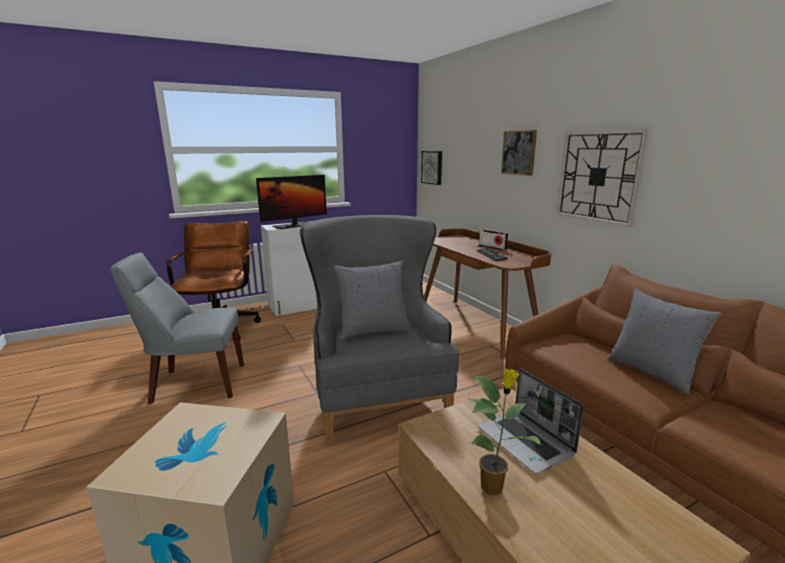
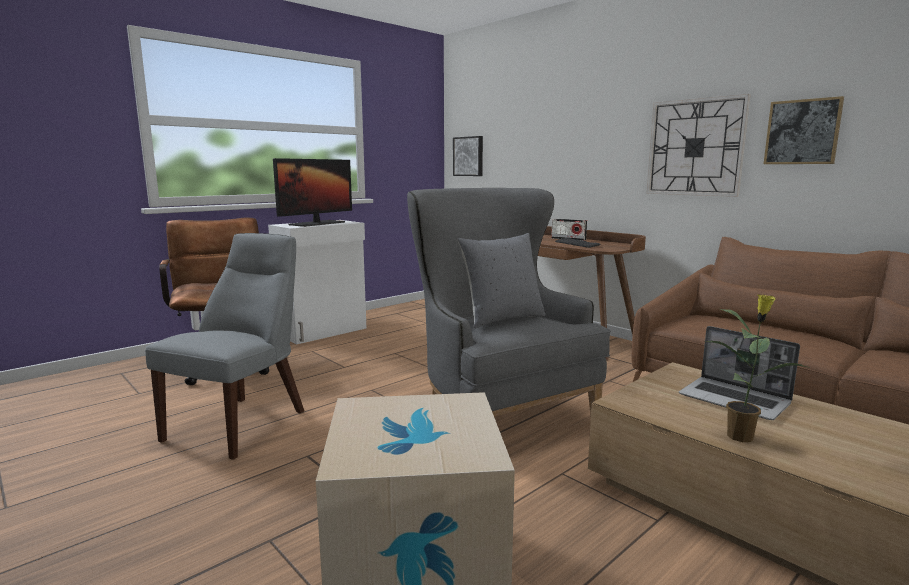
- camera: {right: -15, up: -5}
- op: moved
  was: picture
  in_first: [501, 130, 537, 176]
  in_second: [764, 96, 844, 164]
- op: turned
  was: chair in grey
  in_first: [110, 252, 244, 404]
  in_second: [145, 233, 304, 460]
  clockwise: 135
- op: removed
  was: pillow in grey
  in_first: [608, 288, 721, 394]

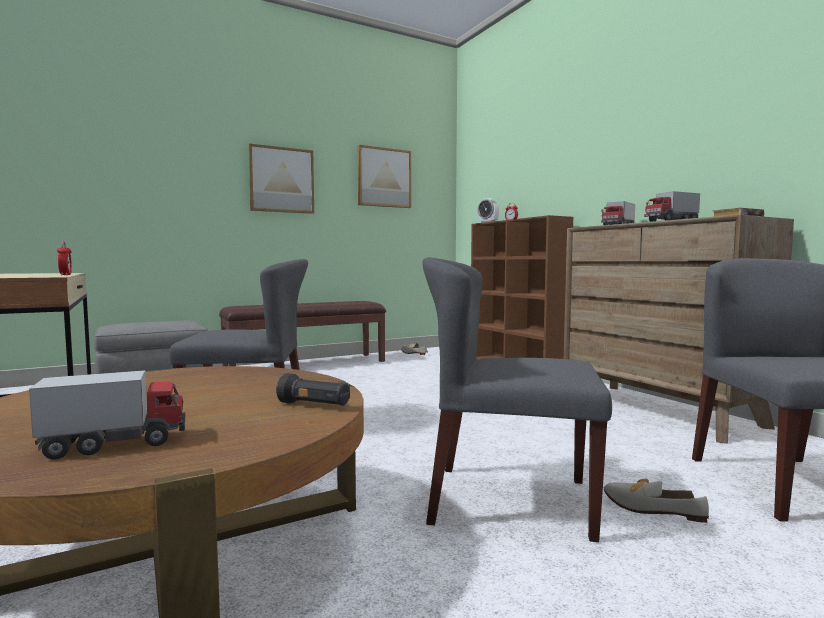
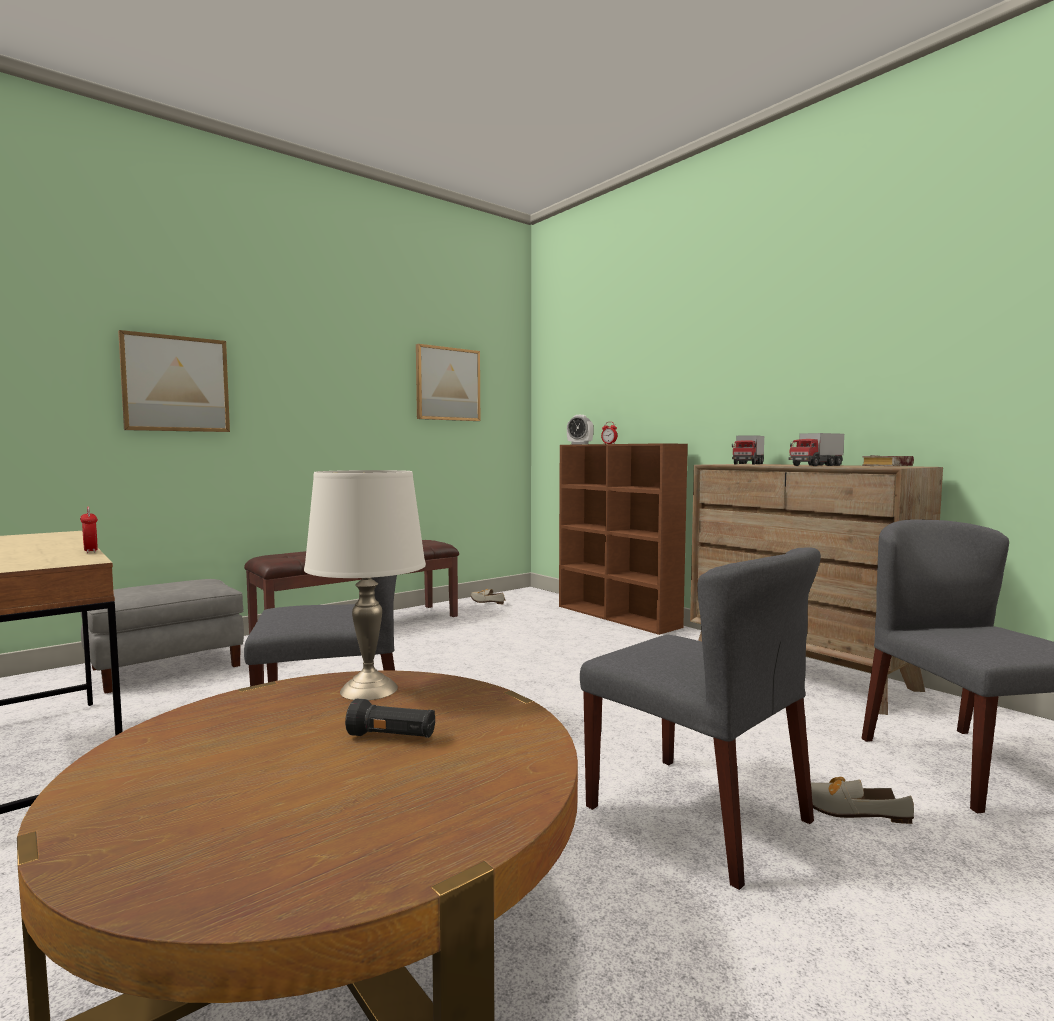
- camera: {right: -10, up: 0}
- op: moved
  was: picture
  in_first: [248, 143, 314, 214]
  in_second: [118, 330, 230, 432]
- op: turned
  was: chair in grey
  in_first: [422, 257, 612, 542]
  in_second: [580, 547, 821, 890]
  clockwise: -135
- op: removed
  was: toy truck
  in_first: [29, 370, 185, 460]
- op: moved
  was: flashlight in black
  in_first: [276, 373, 350, 406]
  in_second: [345, 698, 435, 738]
- op: added
  now: table lamp in white
  in_second: [304, 470, 426, 700]

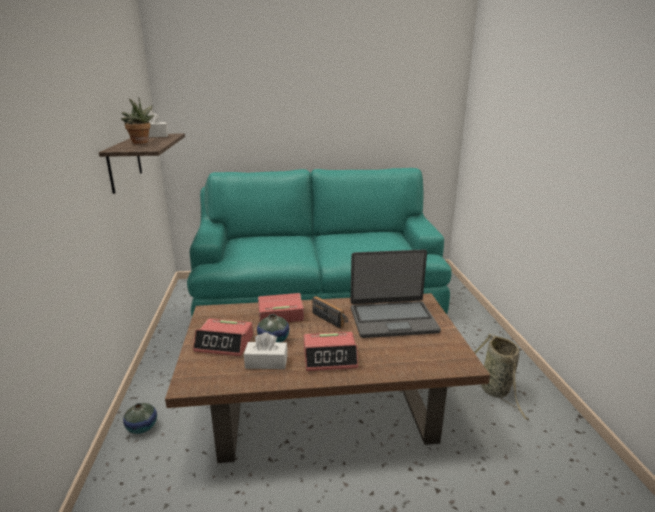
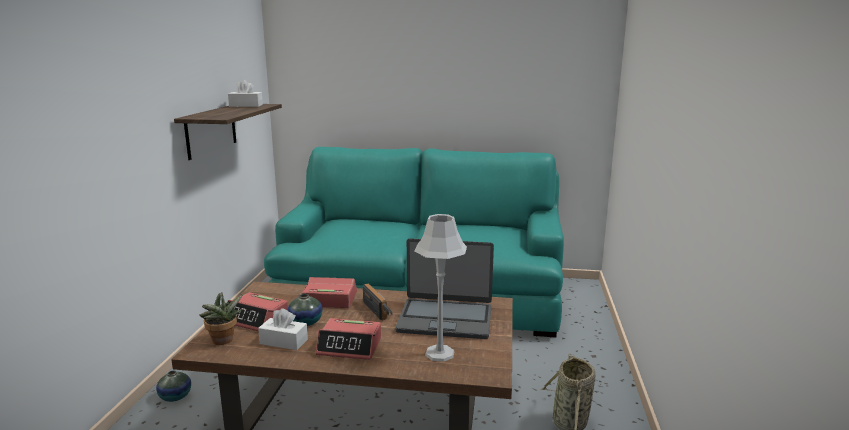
- camera: {right: 15, up: -5}
- op: moved
  was: potted plant
  in_first: [121, 98, 155, 144]
  in_second: [199, 292, 243, 345]
- op: added
  now: table lamp in grey
  in_second: [414, 214, 467, 362]

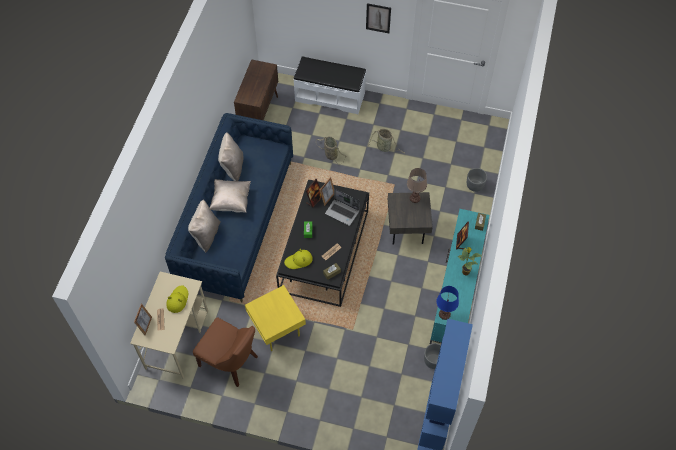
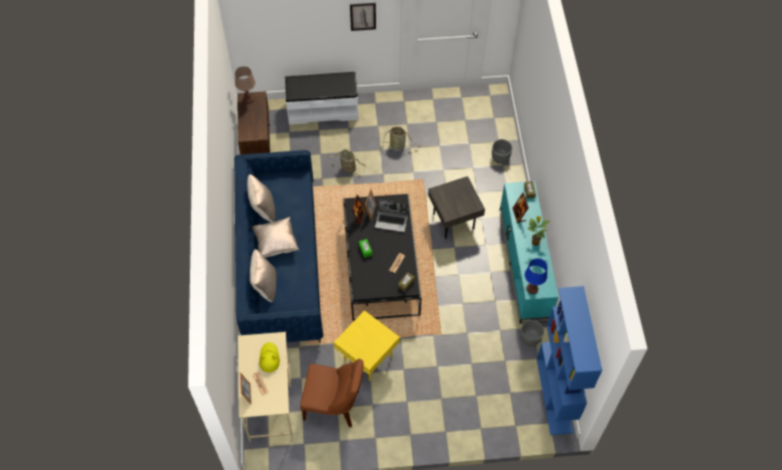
- camera: {right: -20, up: 0}
- op: moved
  was: table lamp in brown
  in_first: [407, 168, 427, 203]
  in_second: [235, 66, 255, 104]
- op: removed
  was: hat in yellow
  in_first: [284, 249, 313, 269]

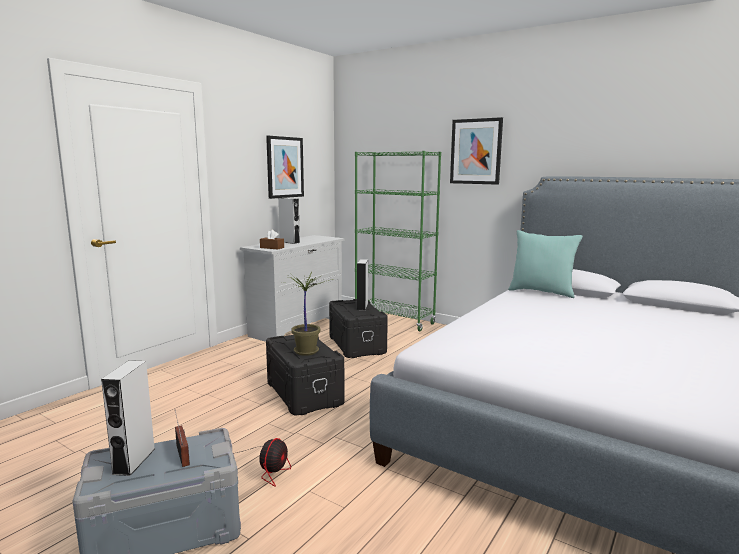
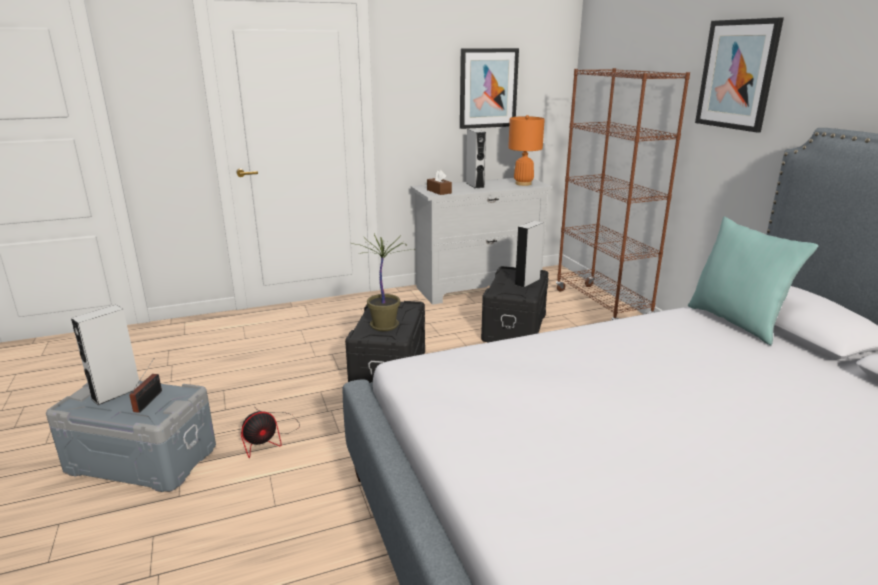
- camera: {right: 35, up: 10}
- op: recoloured
  was: bookcase in green
  now: bookcase in brown
  in_first: [355, 151, 441, 331]
  in_second: [556, 68, 690, 320]
- op: added
  now: table lamp in orange
  in_second: [508, 115, 545, 186]

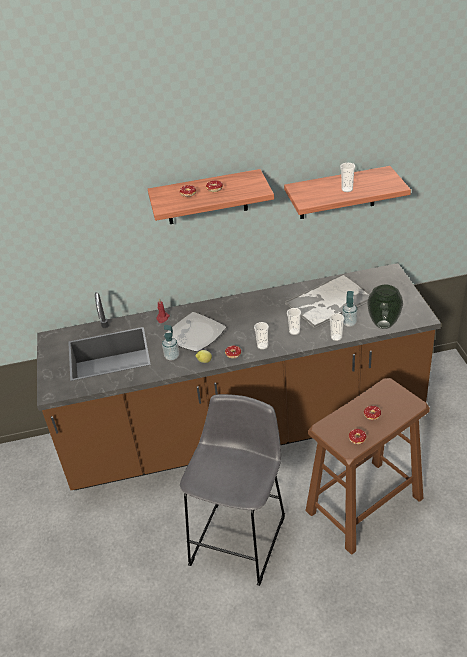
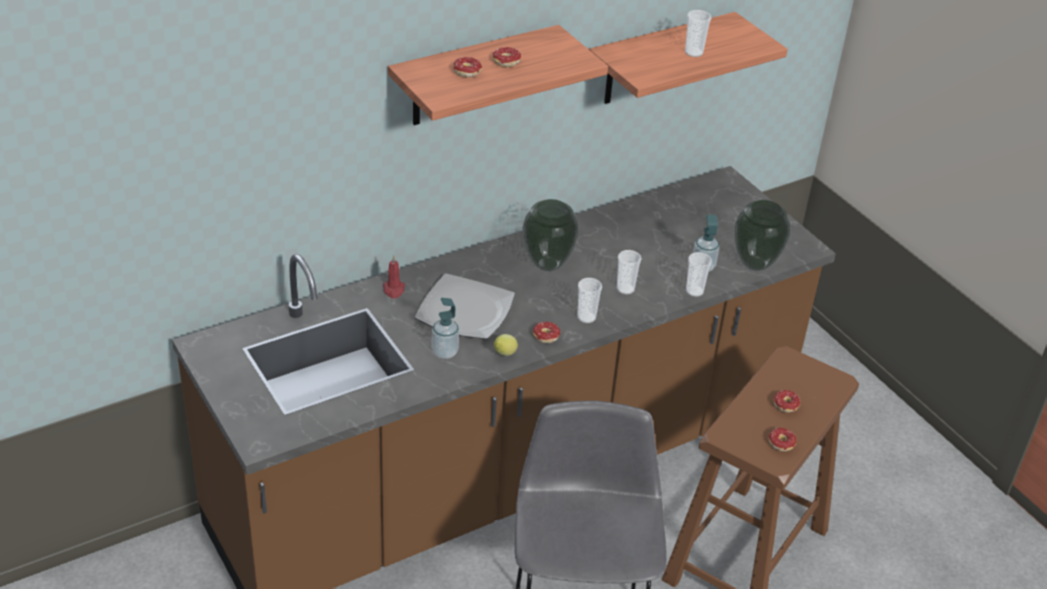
- camera: {right: -25, up: 0}
- op: removed
  was: tray
  in_first: [285, 274, 370, 329]
- op: added
  now: vase
  in_second: [523, 199, 579, 271]

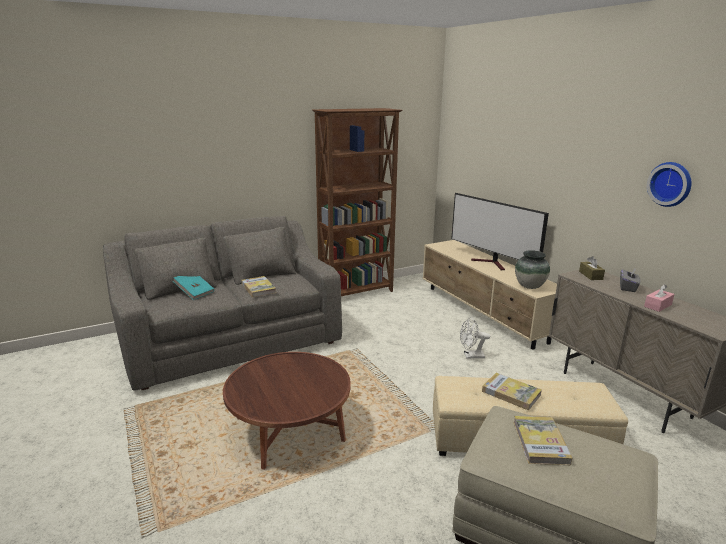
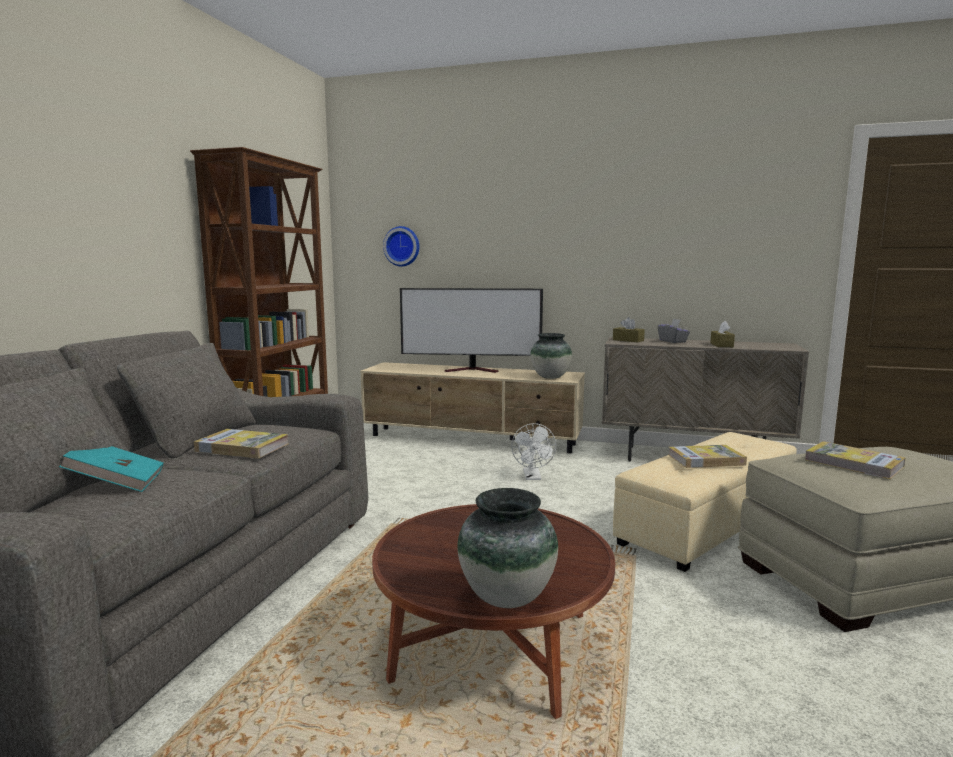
- camera: {right: -45, up: -10}
- op: moved
  was: wall clock
  in_first: [647, 162, 692, 207]
  in_second: [383, 226, 419, 266]
- op: recoloured
  was: tissue box in pink
  now: tissue box in brown
  in_first: [644, 284, 674, 312]
  in_second: [710, 321, 735, 347]
- op: turned
  was: fan in white
  in_first: [460, 317, 490, 358]
  in_second: [511, 423, 556, 480]
  clockwise: -45
- op: added
  now: vase
  in_second: [457, 488, 558, 608]

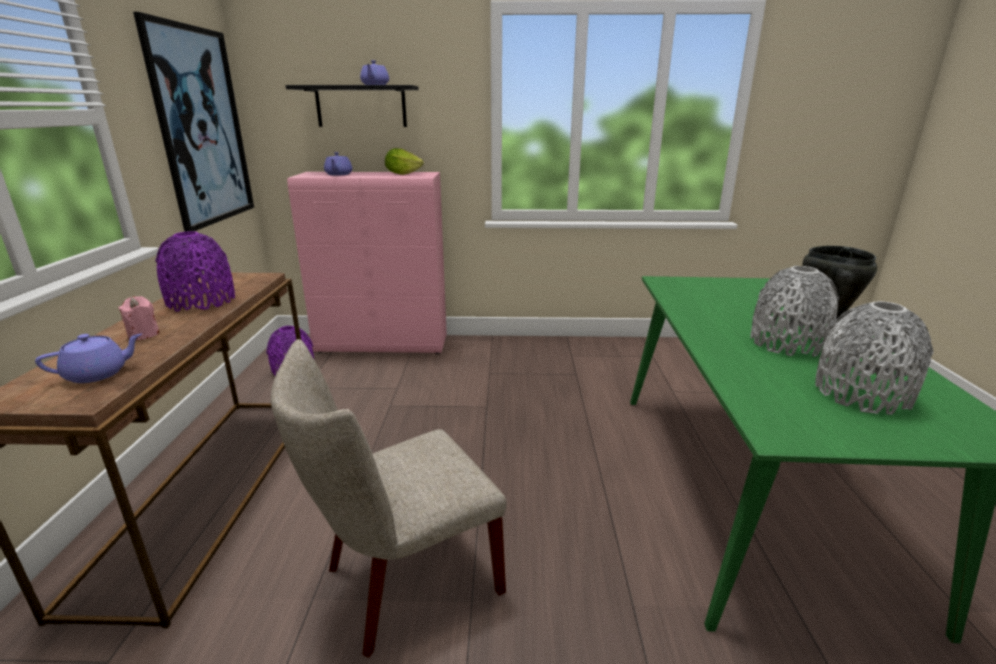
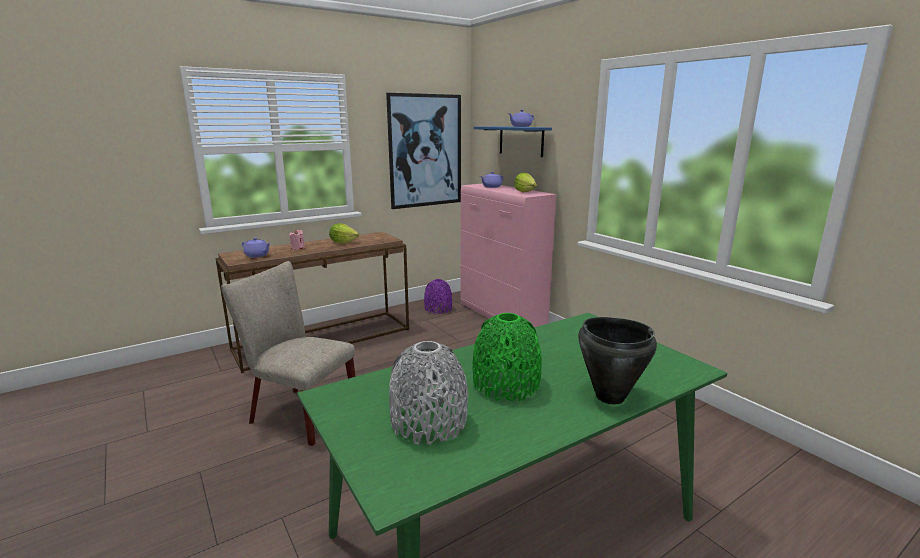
- camera: {right: 55, up: -5}
- op: recoloured
  was: shelf in black
  now: shelf in blue
  in_first: [285, 85, 419, 127]
  in_second: [473, 126, 552, 157]
- op: replaced
  was: vase in purple
  now: lettuce
  in_first: [155, 231, 235, 312]
  in_second: [329, 223, 359, 244]
- op: recoloured
  was: vase in grey
  now: vase in green
  in_first: [751, 266, 839, 357]
  in_second: [472, 313, 542, 402]

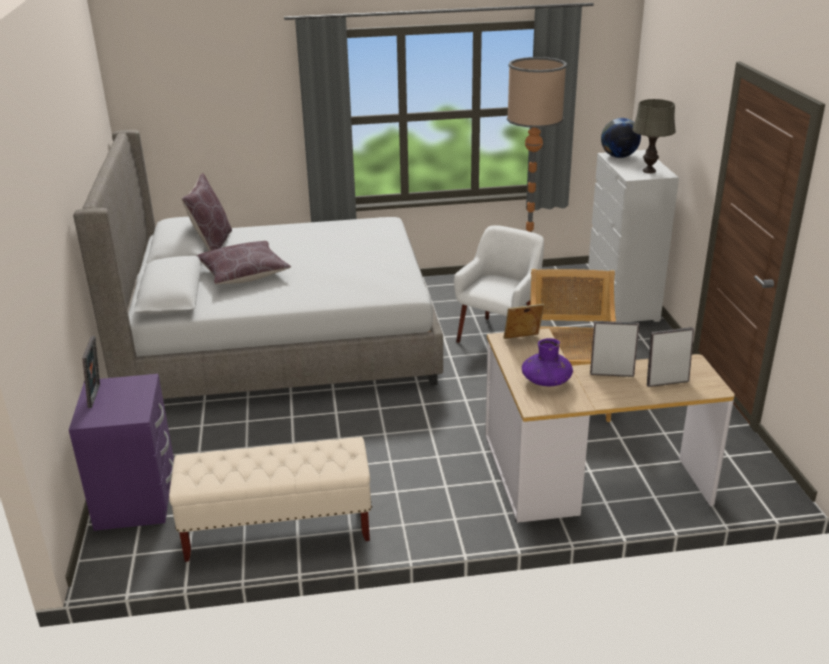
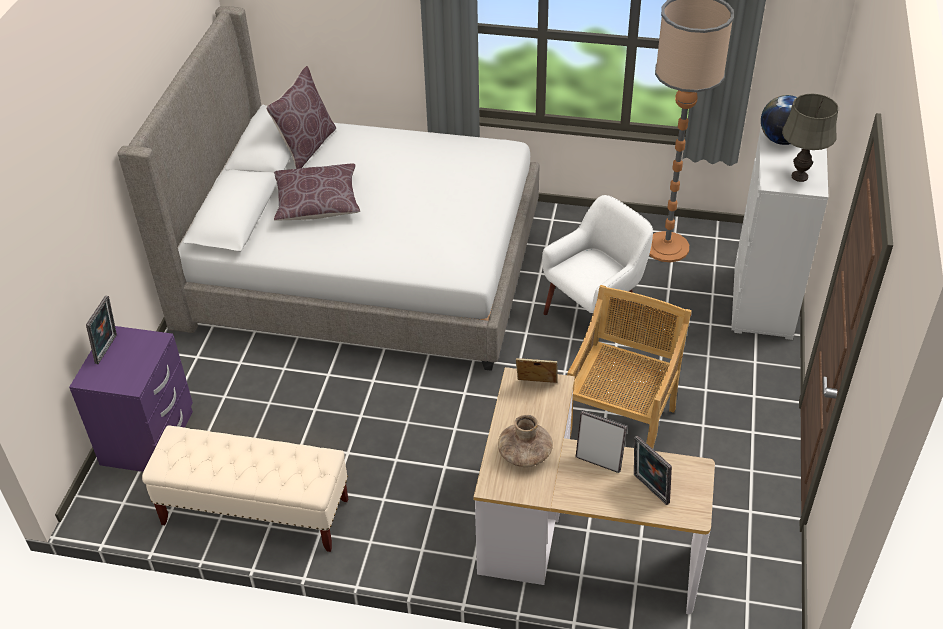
- camera: {right: 20, up: 15}
- op: turned
  was: picture frame
  in_first: [647, 327, 694, 387]
  in_second: [634, 435, 672, 505]
  clockwise: -135
- op: recoloured
  was: vase in purple
  now: vase in brown
  in_first: [522, 338, 573, 386]
  in_second: [498, 415, 553, 467]

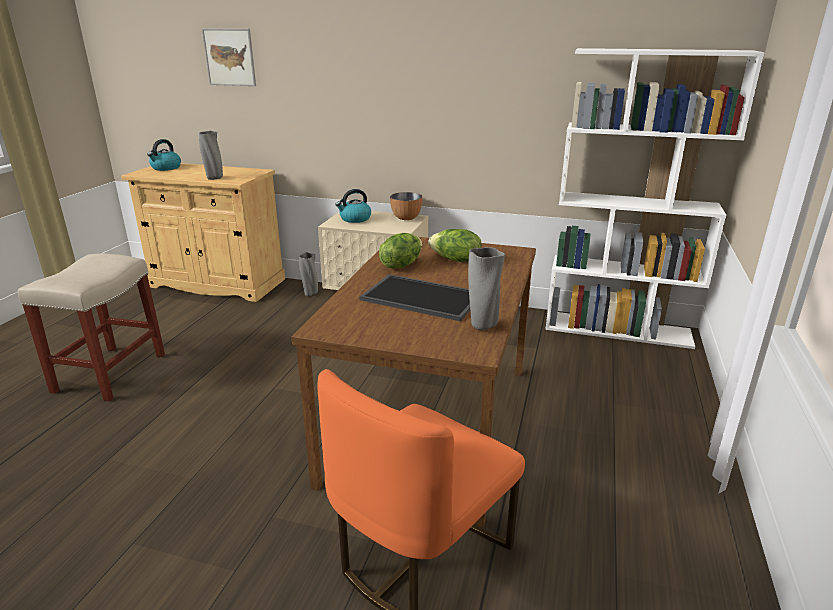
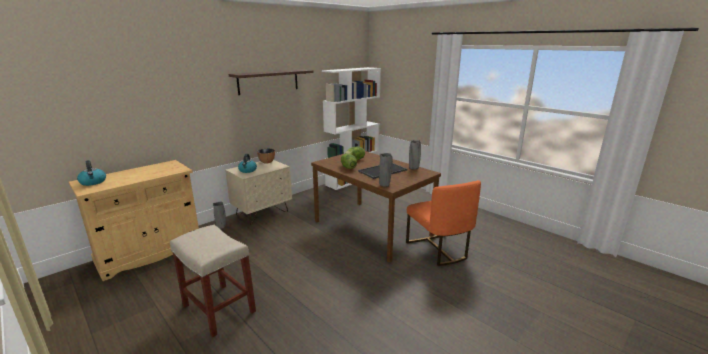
- camera: {right: -60, up: -5}
- op: removed
  was: picture
  in_first: [202, 29, 256, 86]
- op: moved
  was: vase in grey
  in_first: [199, 131, 223, 180]
  in_second: [379, 153, 393, 187]
- op: added
  now: shelf
  in_second: [228, 69, 314, 95]

